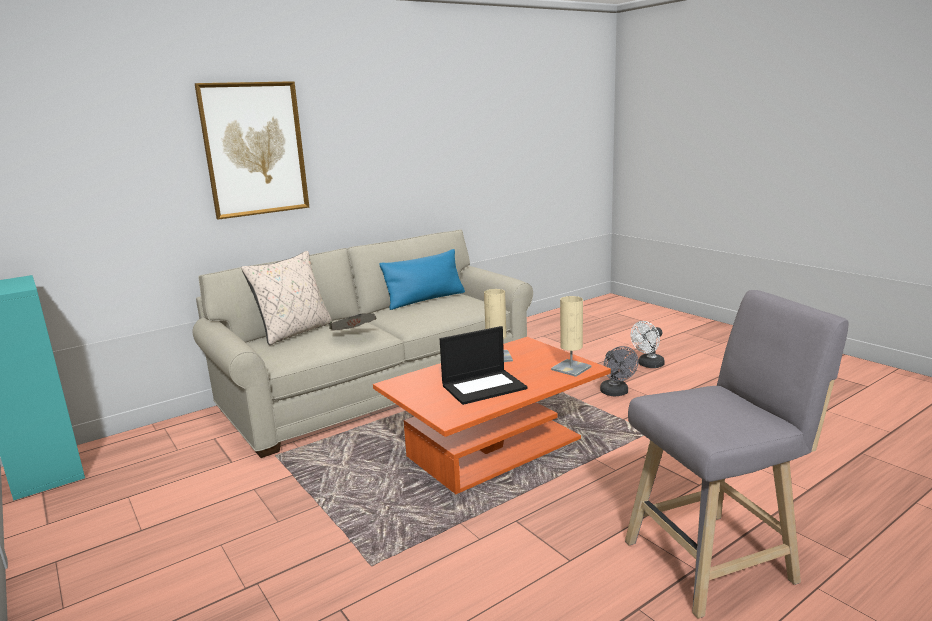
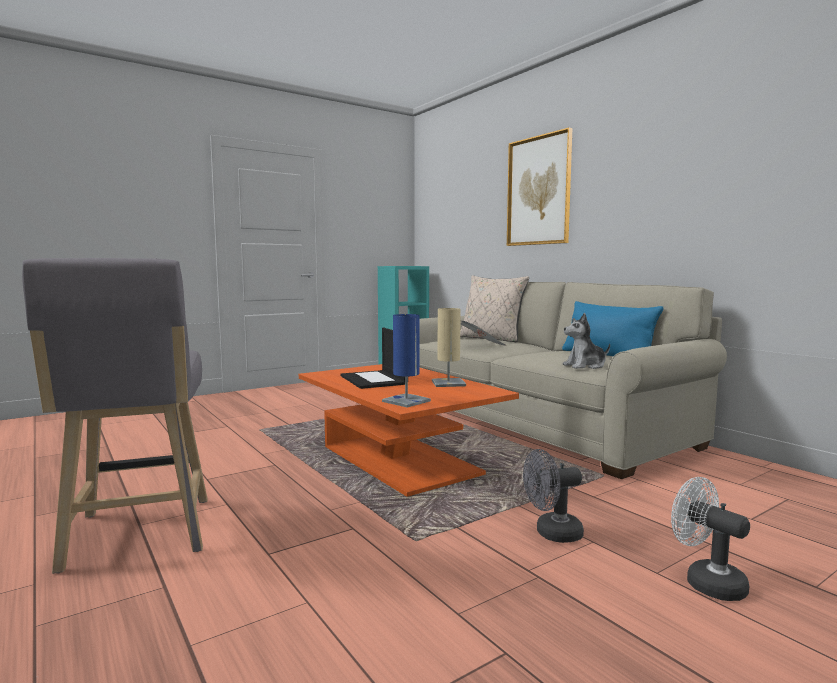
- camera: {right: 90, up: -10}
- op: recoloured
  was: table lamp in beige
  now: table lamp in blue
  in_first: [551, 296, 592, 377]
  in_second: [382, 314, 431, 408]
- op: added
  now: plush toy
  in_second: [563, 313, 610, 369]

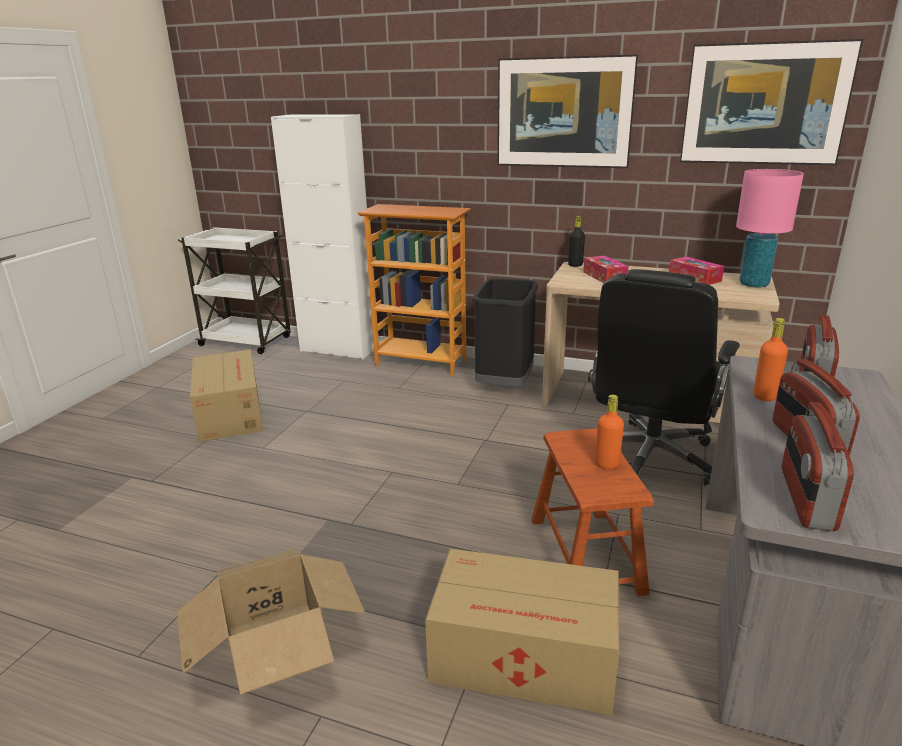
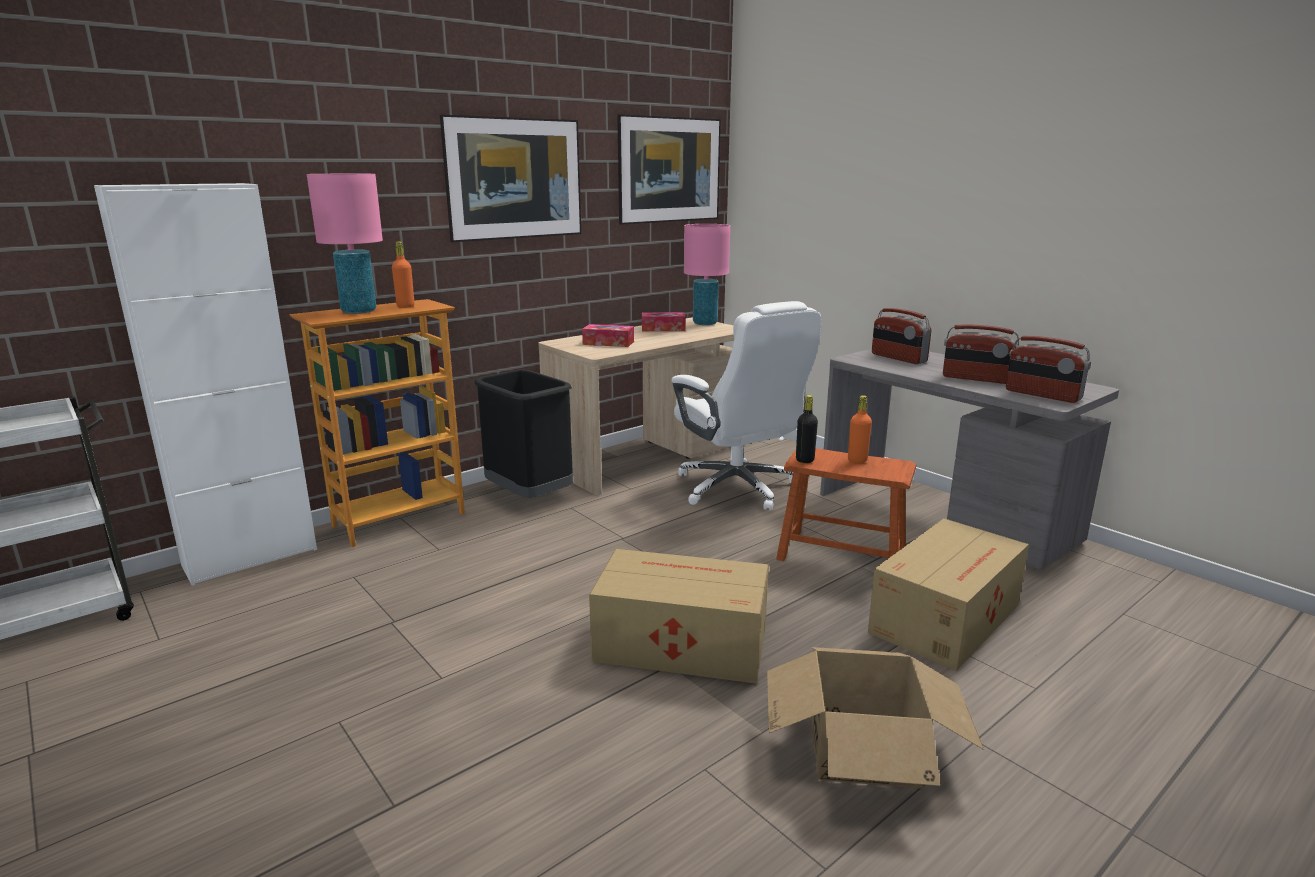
- camera: {right: -60, up: -5}
- op: moved
  was: bottle in black
  in_first: [568, 216, 585, 267]
  in_second: [796, 395, 818, 463]
- op: recoloured
  was: office chair in black
  now: office chair in white
  in_first: [588, 269, 740, 486]
  in_second: [671, 301, 821, 510]
- op: moved
  was: bottle in orange
  in_first: [753, 318, 788, 401]
  in_second: [392, 241, 414, 308]
- op: moved
  was: cardboard box
  in_first: [190, 349, 263, 442]
  in_second: [589, 549, 769, 684]
- op: added
  now: table lamp in pink
  in_second: [307, 174, 383, 314]

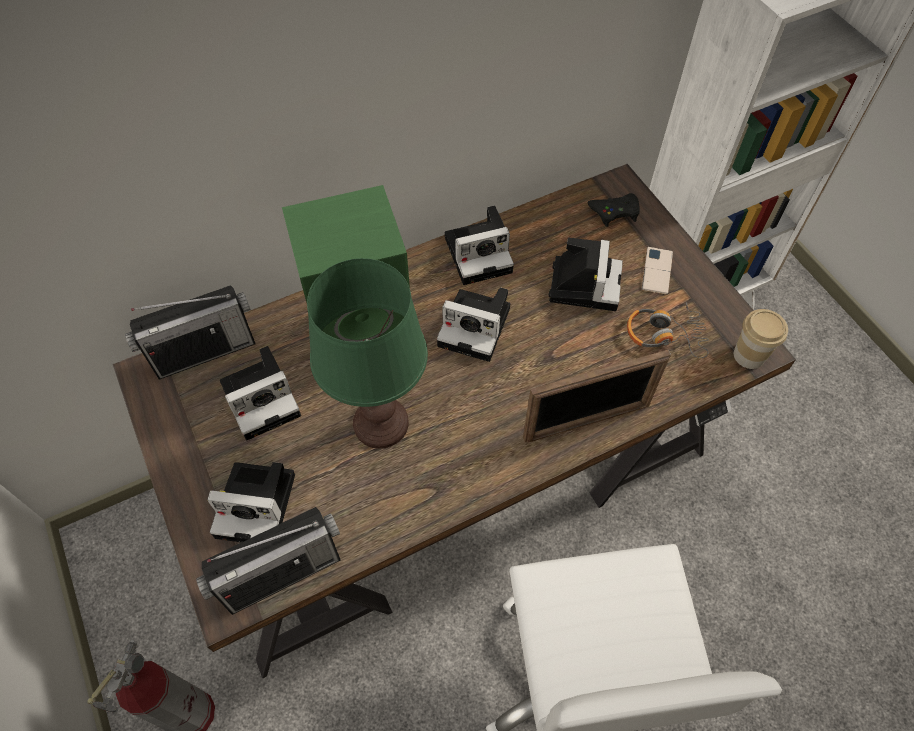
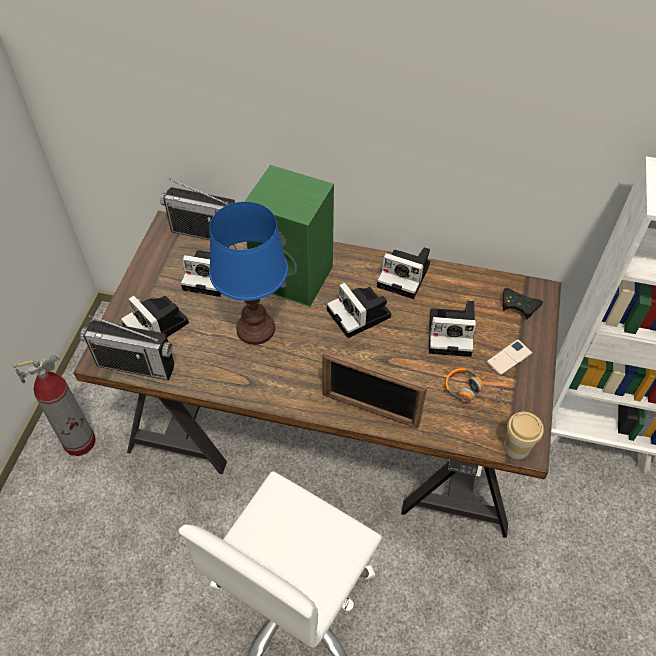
- camera: {right: 40, up: -5}
- op: turned
  was: photo camera
  in_first: [548, 238, 623, 311]
  in_second: [429, 301, 477, 357]
  clockwise: 45
- op: recoloured
  was: table lamp in green
  now: table lamp in blue
  in_first: [307, 258, 428, 449]
  in_second: [209, 202, 288, 345]

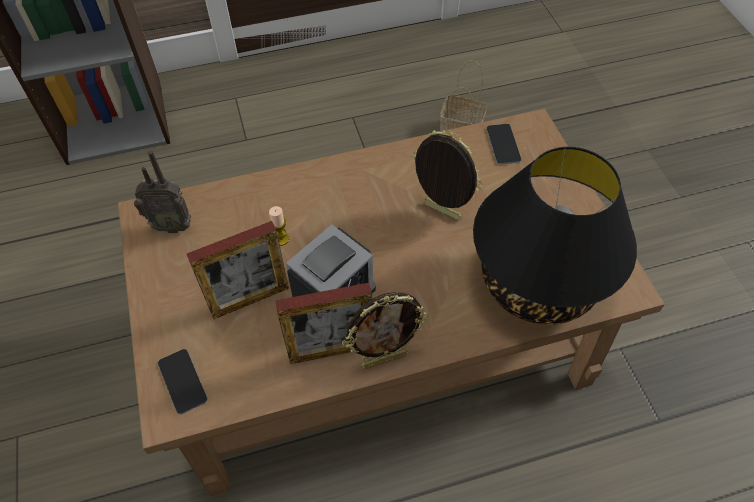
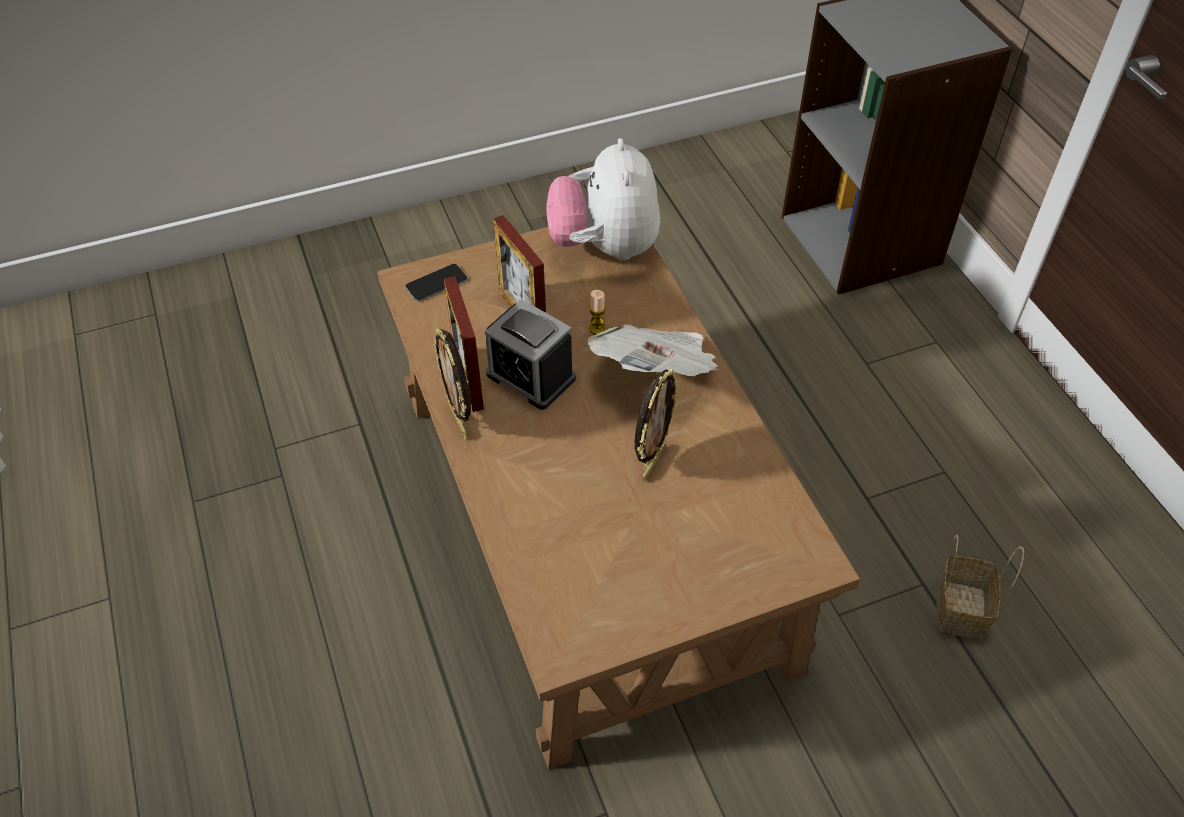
- camera: {right: 85, up: -5}
- op: removed
  was: phone
  in_first: [486, 124, 521, 165]
- op: removed
  was: table lamp in black
  in_first: [473, 147, 637, 325]
- op: replaced
  was: radio
  now: plush toy
  in_first: [134, 151, 191, 233]
  in_second: [546, 138, 660, 260]
- op: added
  now: newspaper
  in_second: [588, 324, 719, 376]

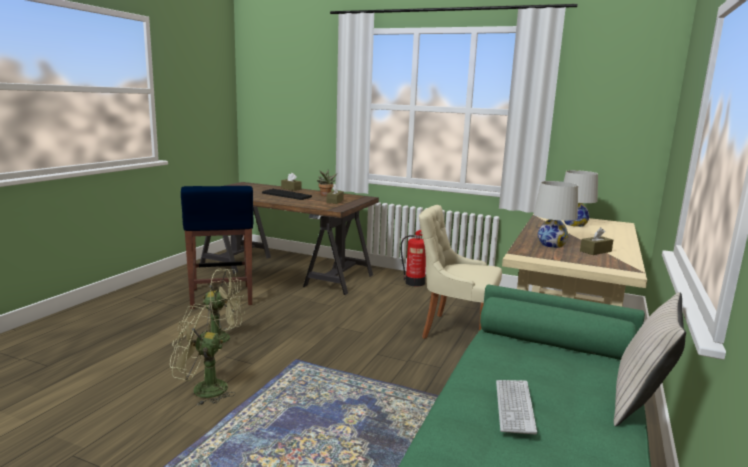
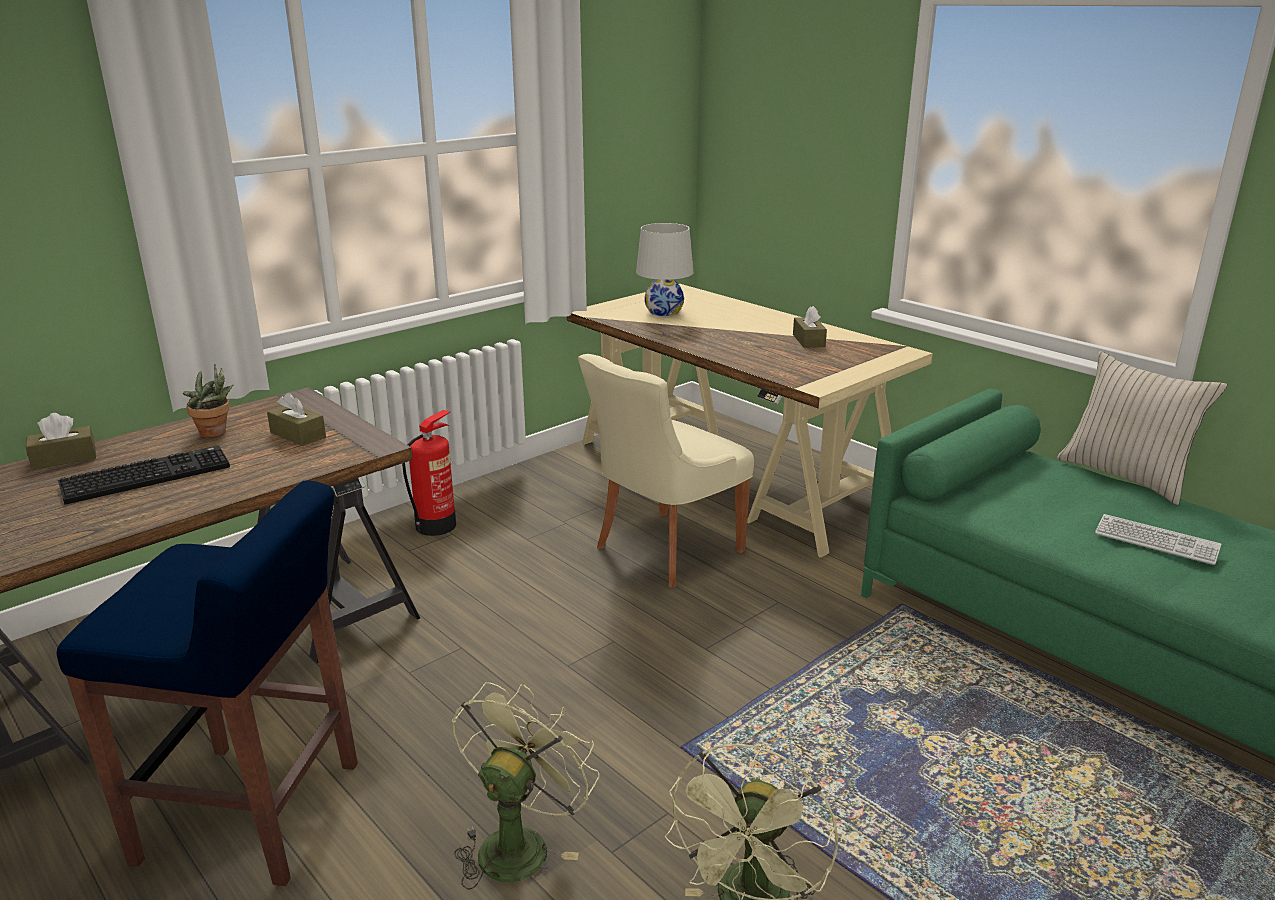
- camera: {right: -65, up: 10}
- op: removed
  was: table lamp in white
  in_first: [533, 181, 578, 248]

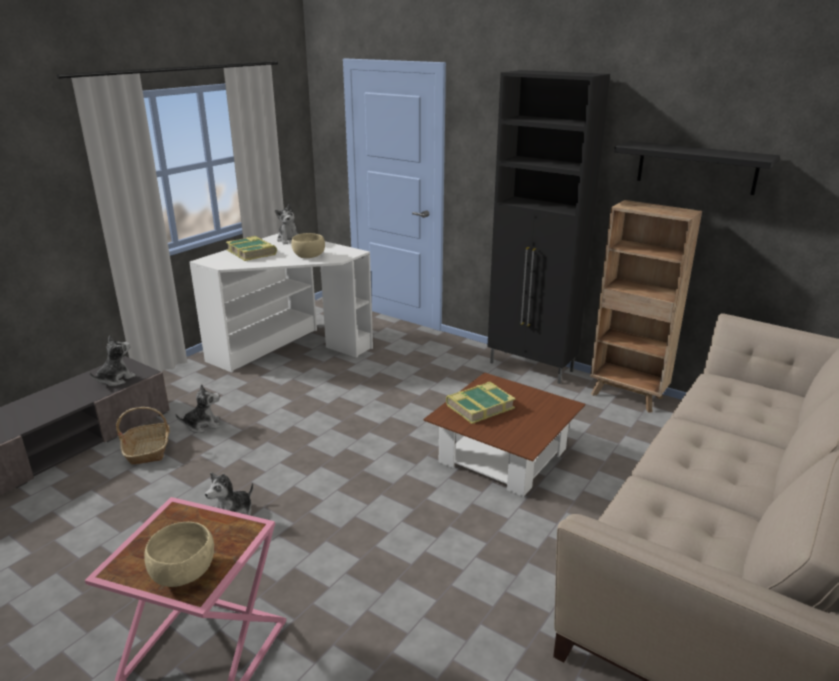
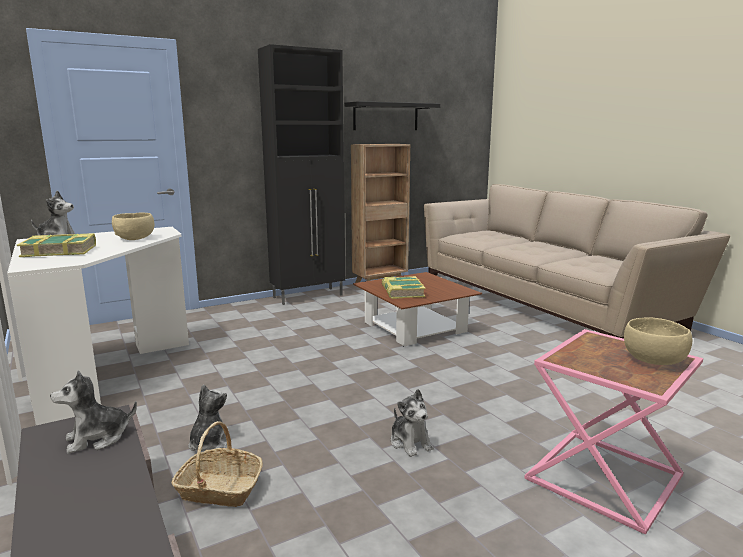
- camera: {right: -65, up: -10}
- op: turned
  was: plush toy
  in_first: [90, 335, 136, 386]
  in_second: [50, 370, 137, 454]
  clockwise: -90

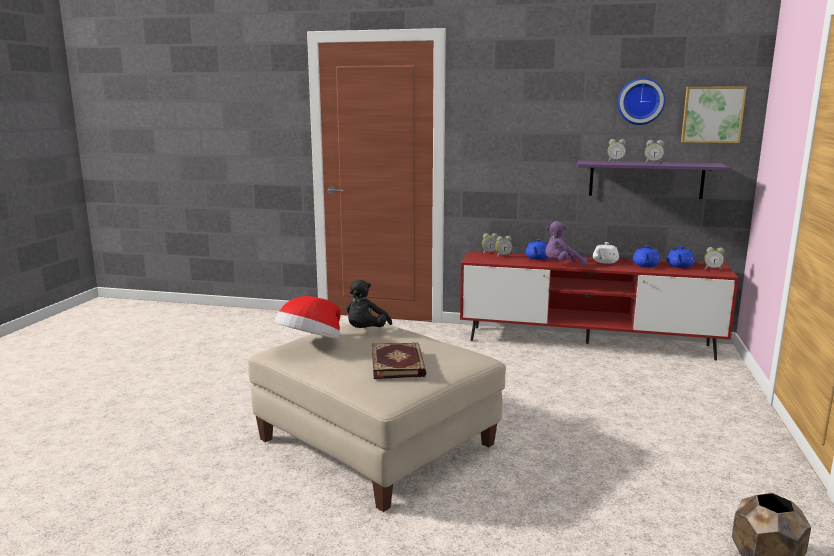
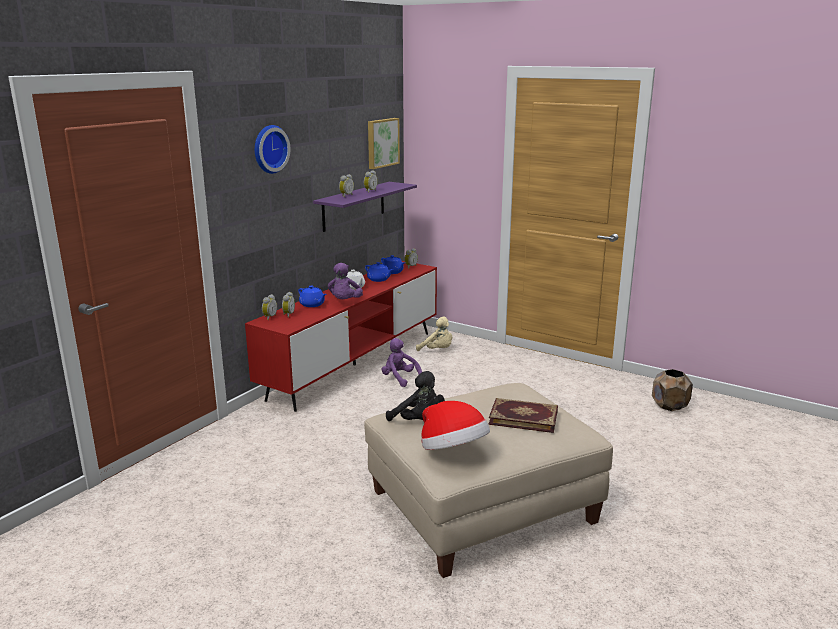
- camera: {right: -70, up: 5}
- op: moved
  was: wall clock
  in_first: [617, 78, 666, 125]
  in_second: [255, 125, 290, 174]
- op: added
  now: plush toy in beige
  in_second: [416, 316, 452, 351]
- op: added
  now: plush toy in purple
  in_second: [382, 338, 422, 387]

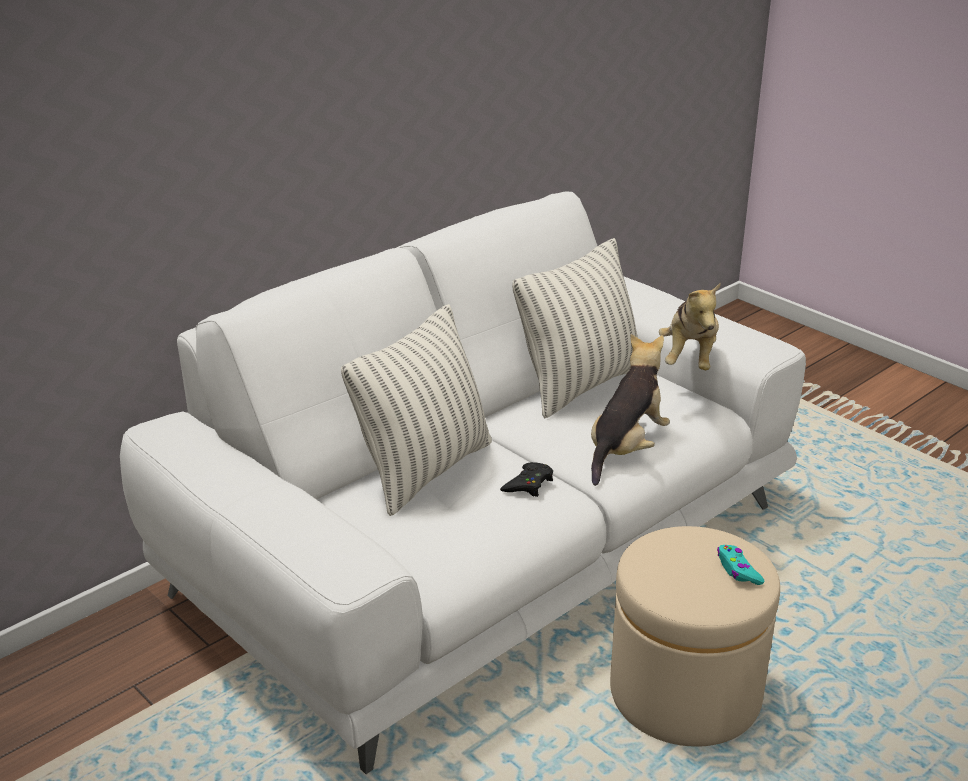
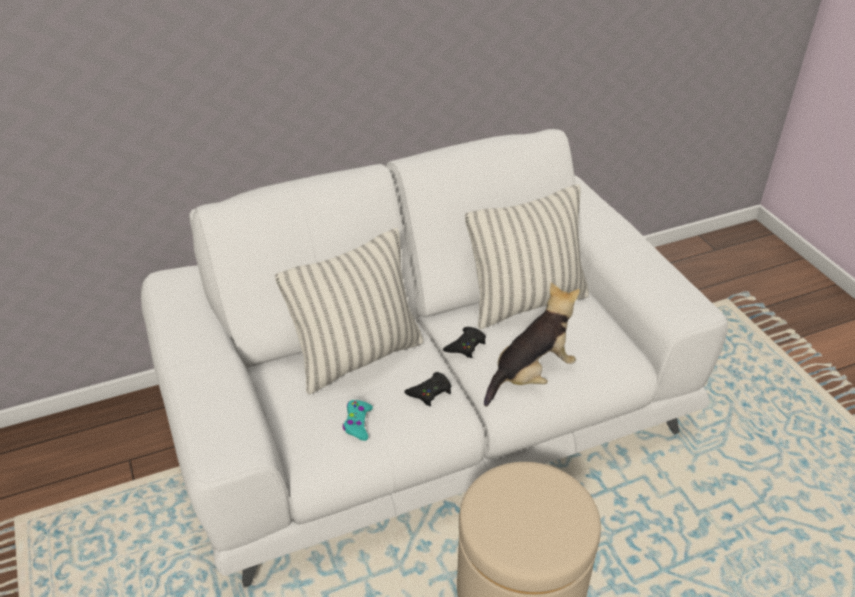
- camera: {right: 20, up: 10}
- op: removed
  was: plush toy
  in_first: [659, 283, 721, 370]
- op: moved
  was: game controller in turquoise
  in_first: [717, 545, 764, 585]
  in_second: [343, 400, 373, 441]
- op: added
  now: game controller in black
  in_second: [443, 327, 486, 358]

